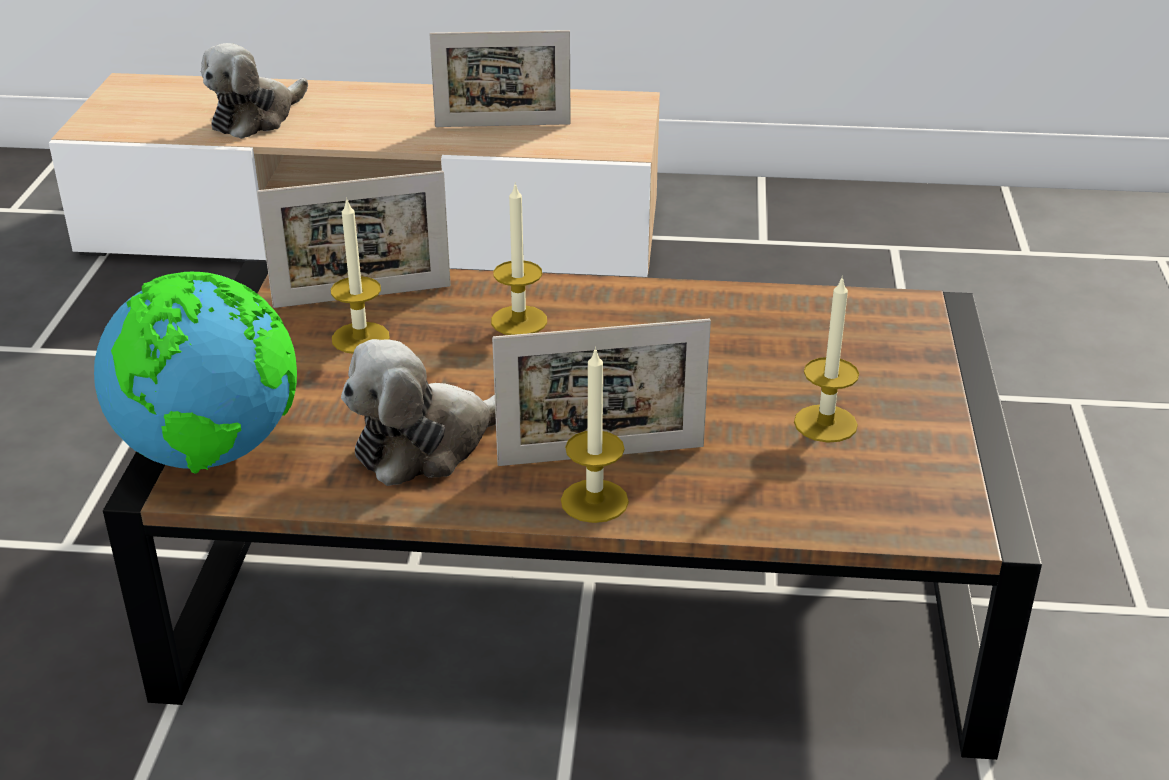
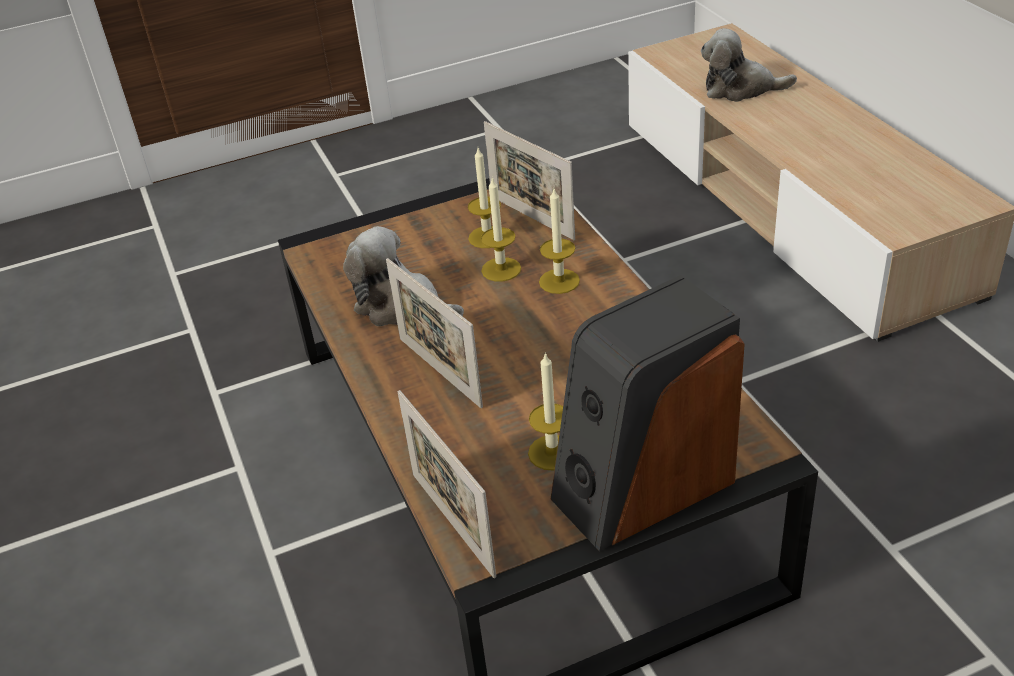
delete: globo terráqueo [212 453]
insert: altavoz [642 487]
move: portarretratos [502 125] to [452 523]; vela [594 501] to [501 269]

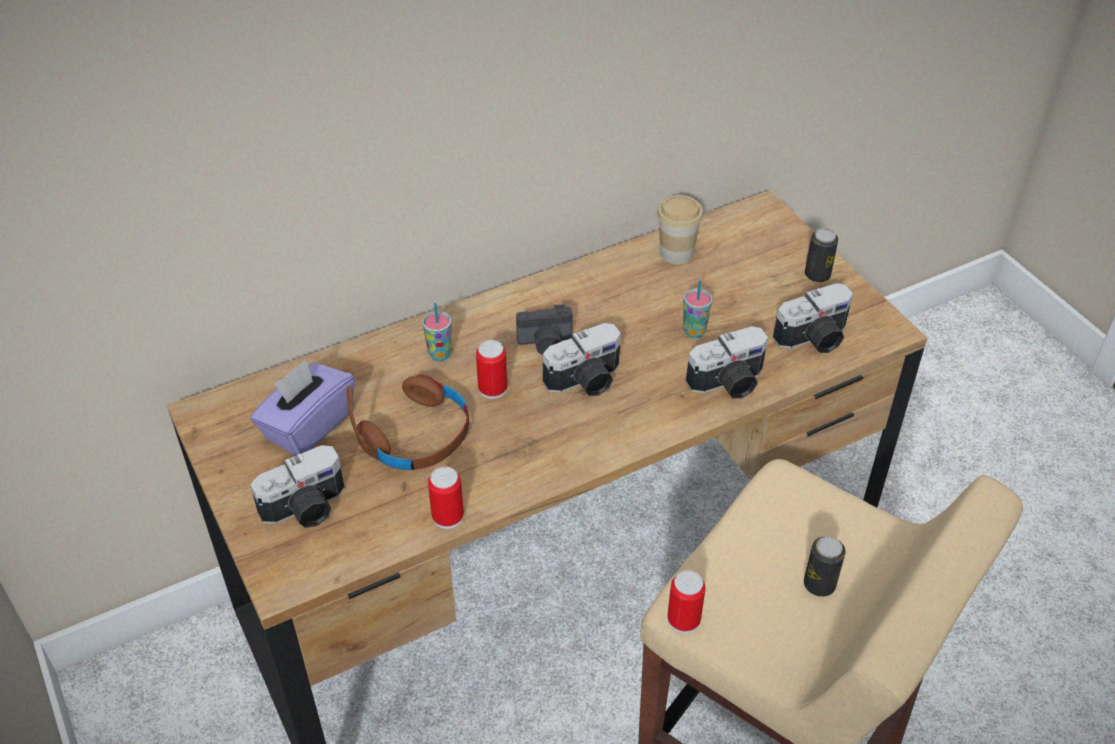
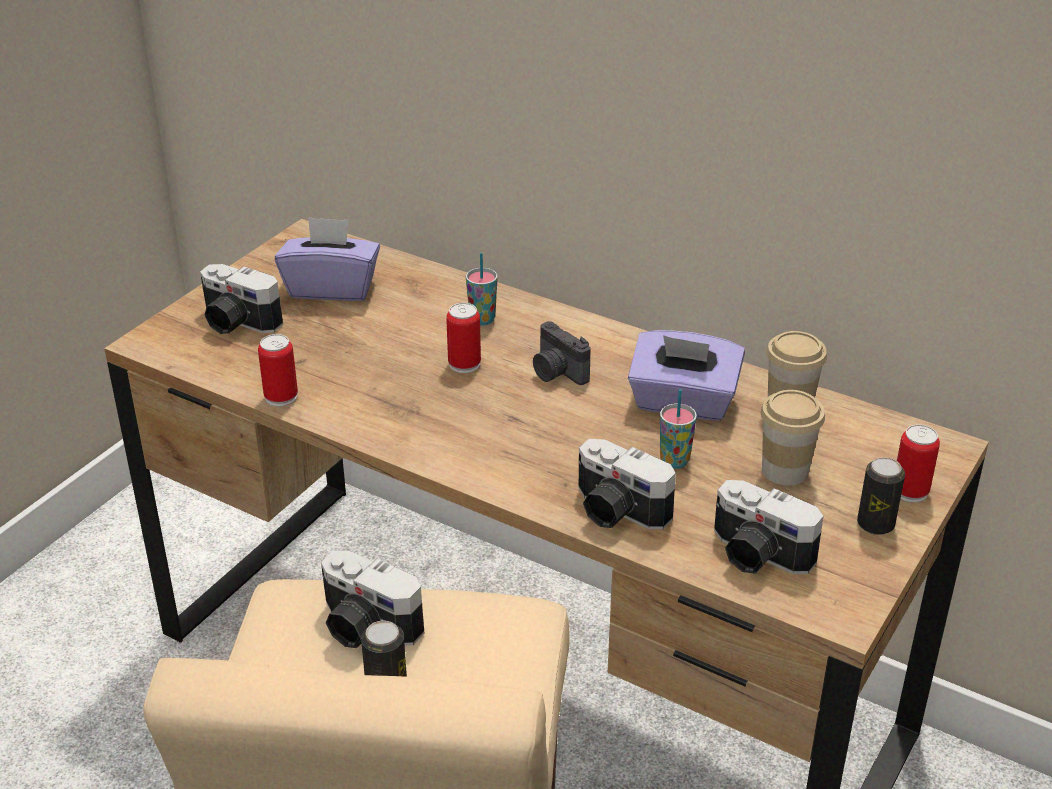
delete: auriculares [marrón] [418 436]
insert: caja de pañuelos [morado] [683 403]; taza [785 470]
move: cámara [586 381] to [365 627]; lata [683 620] to [910 491]

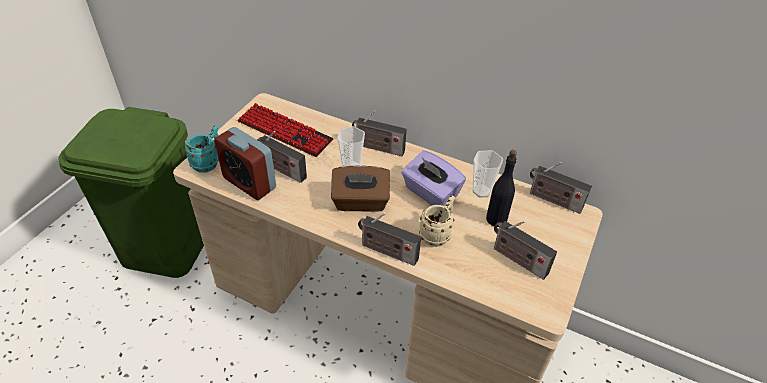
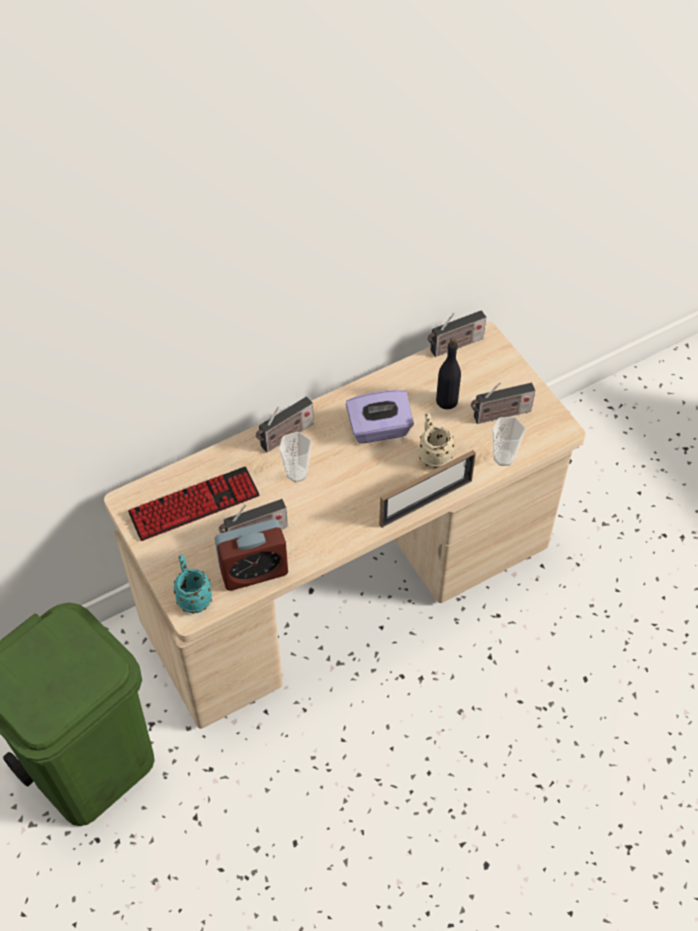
delete: caja de pañuelos [marrón] [360 202]
move: taza [481 191] to [504 458]
replace: radio [387 251] to portarretratos [426 502]

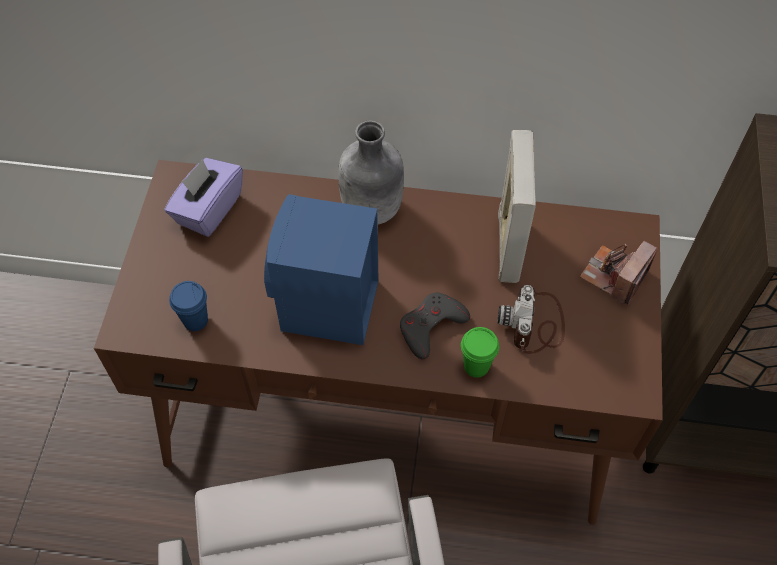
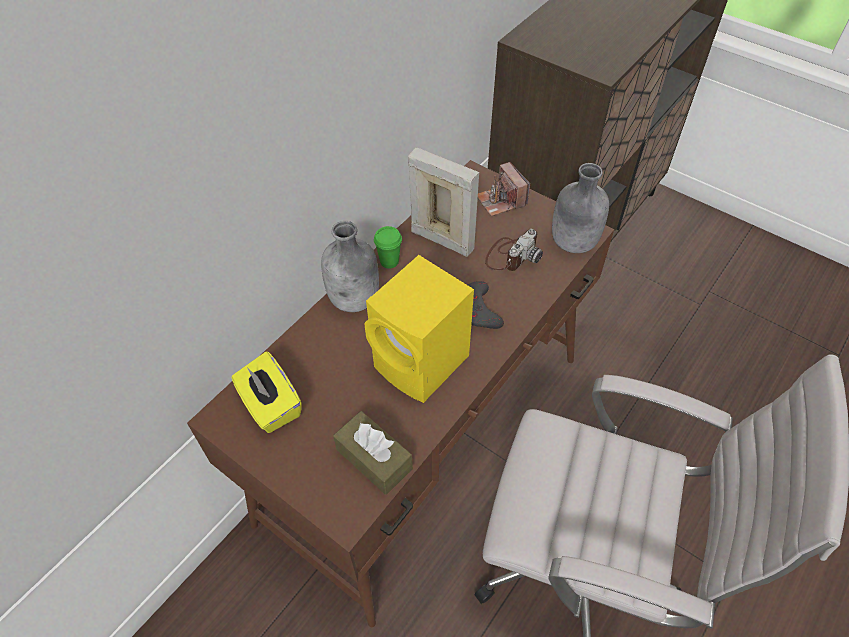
insert: botella [gris] [572 243]
move: taza [verde] [476 366] to [389 261]
replace: taza [azul] [195 320] to caja de pañuelos [marrón] [374 459]
recolor: caja de pañuelos [morado] [208 209] to caja de pañuelos [amarillo] [271 405]; altavoz [azul] [327 309] to altavoz [amarillo] [423 364]
rotate: cámara [535 324] = [511 255] 90 degrees counterclockwise

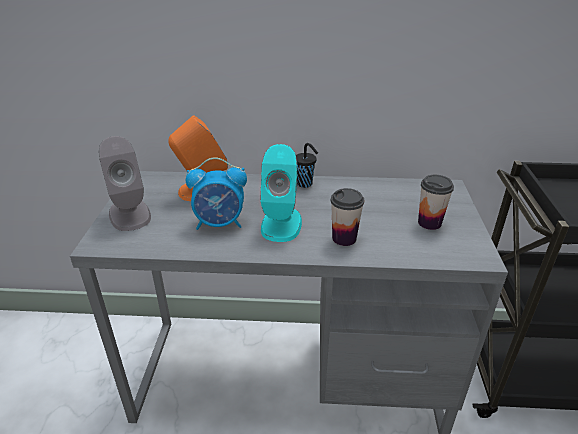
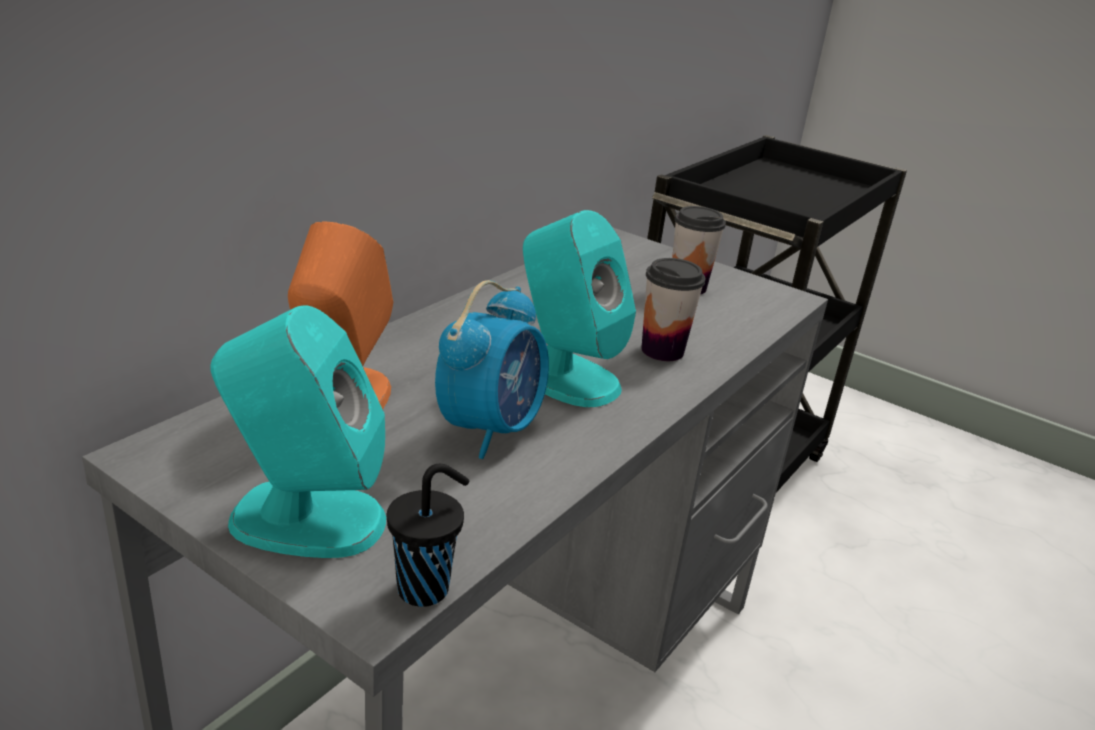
move: taza [negro] [305 184] to [426 588]
recolor: altavoz [gris] [129 214] to altavoz [turquesa] [305 519]

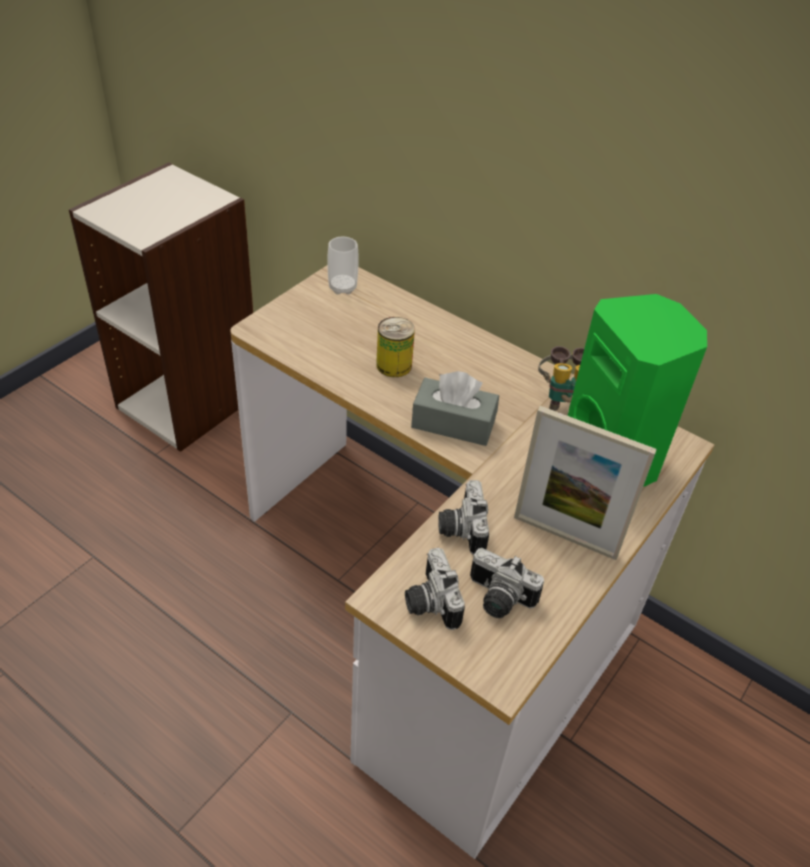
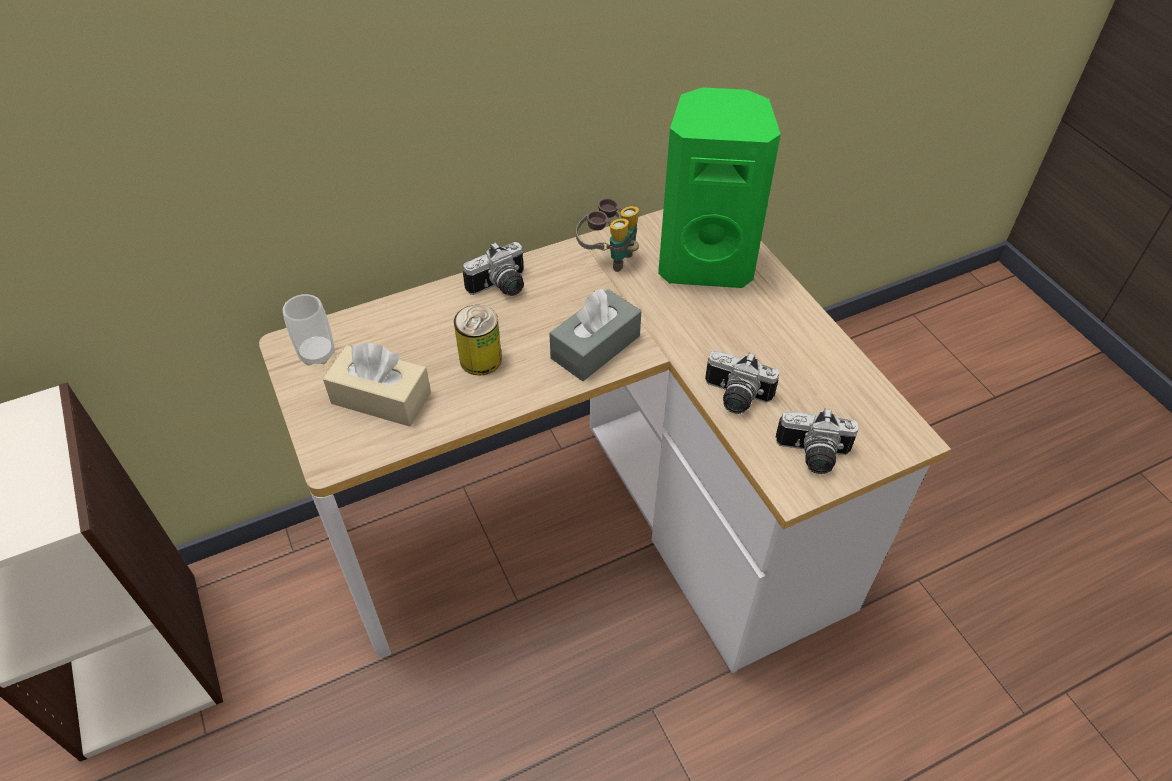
delete: portarretratos [565 536]
insert: caja de pañuelos [beis] [381 398]
move: cámara [497 599] to [501 287]

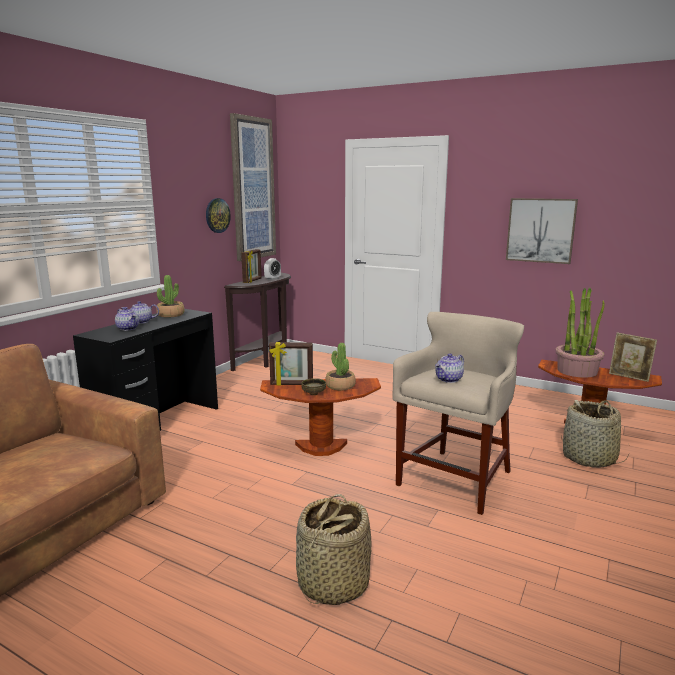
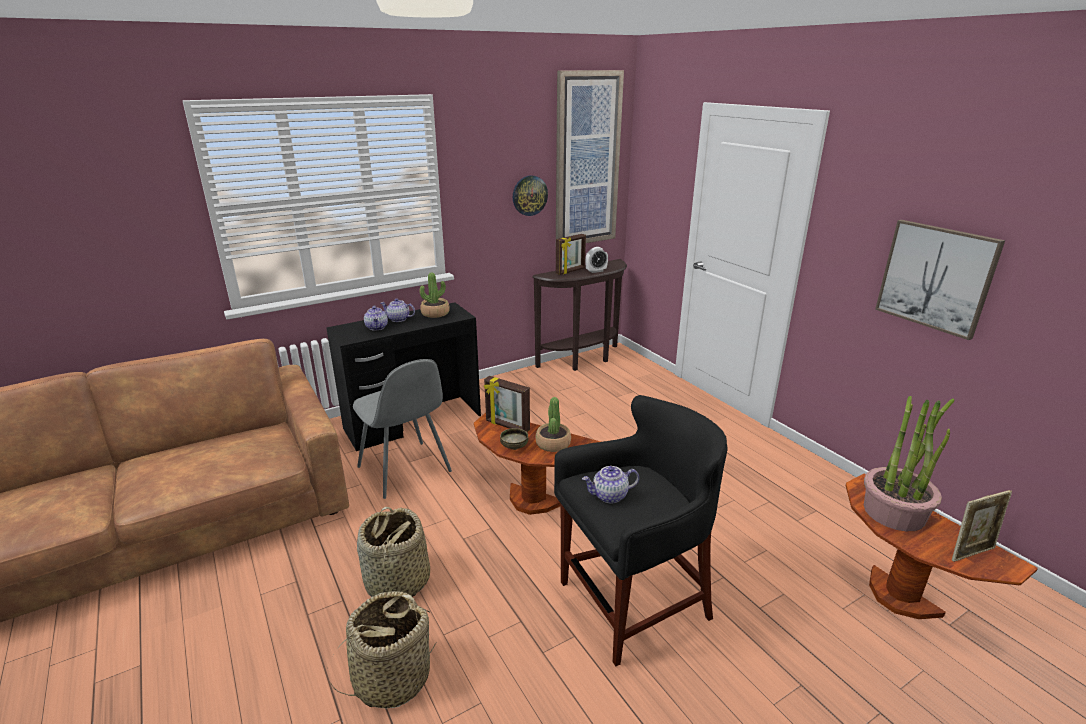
insert: silla [gris] [405 470]
move: cesta [589 458] to [397 582]
recolor: taburete [beis] [455 480] to taburete [negro] [633 604]
rotate: portarretratos [629 377] = [971 552] 90 degrees counterclockwise

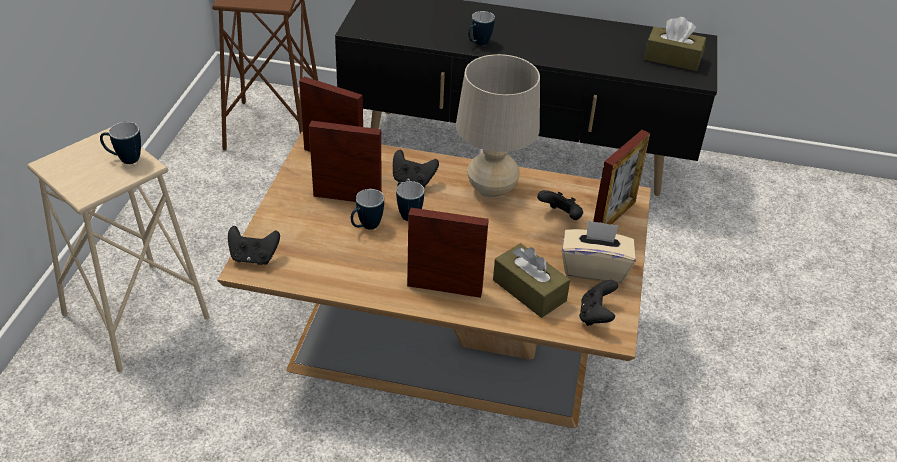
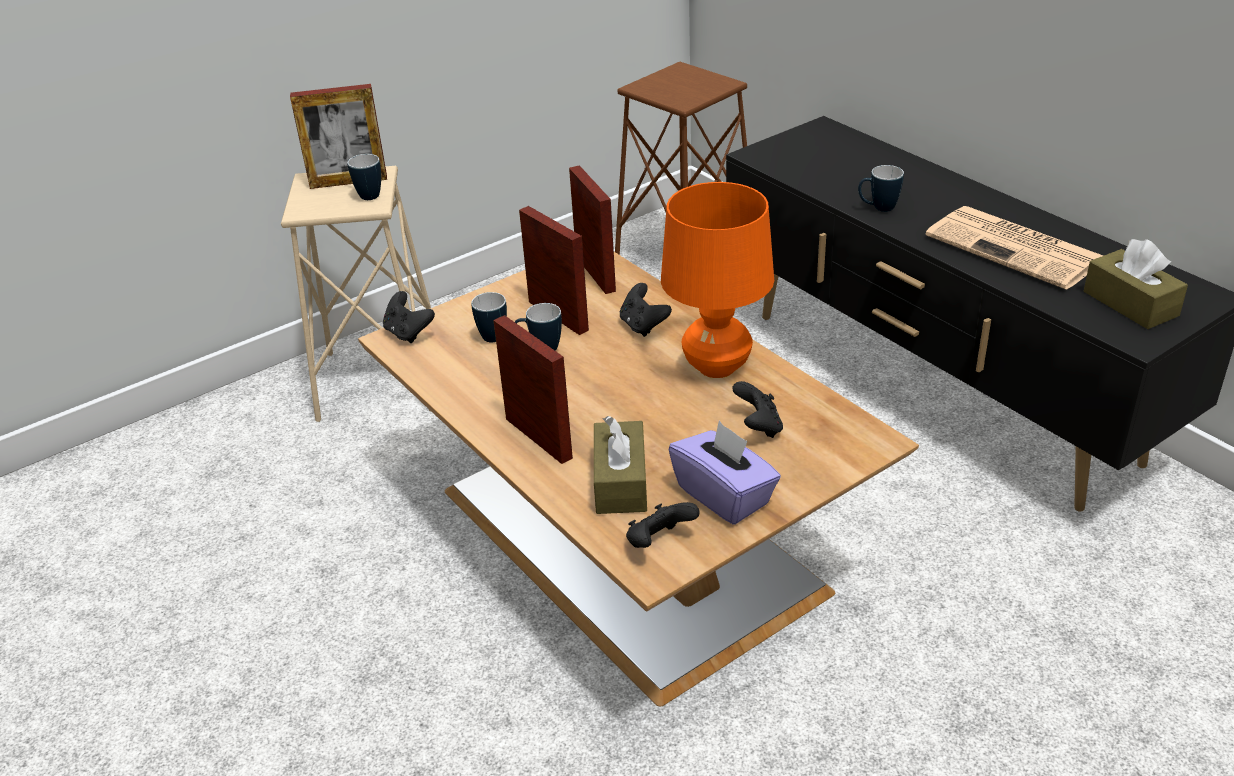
insert: periódico [1017 249]
move: portarretratos [613 216] to [348 182]; taza grande [407 213] to [494 333]
recolor: lámpara de mesa [beis] [492 189] to lámpara de mesa [naranja] [717 367]; caja de pañuelos [beis] [594 268] to caja de pañuelos [morado] [724 495]

